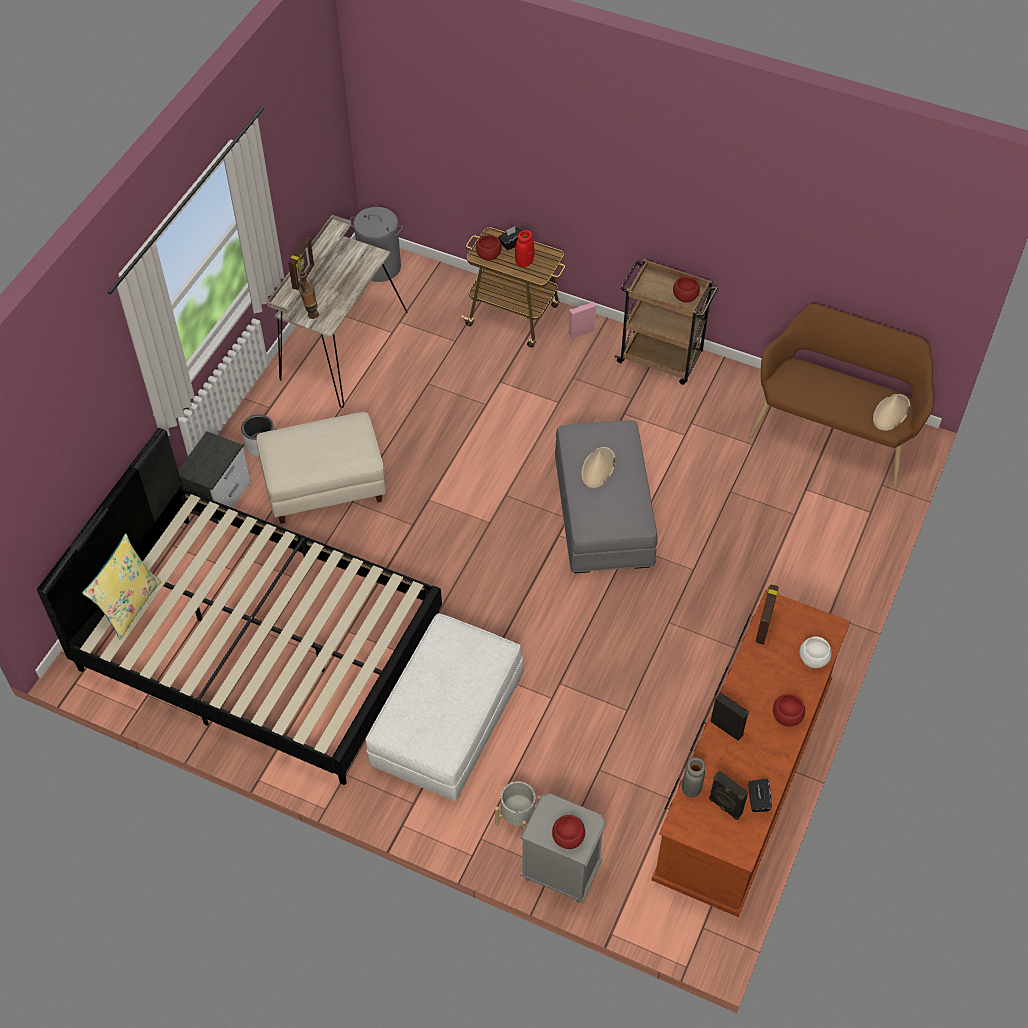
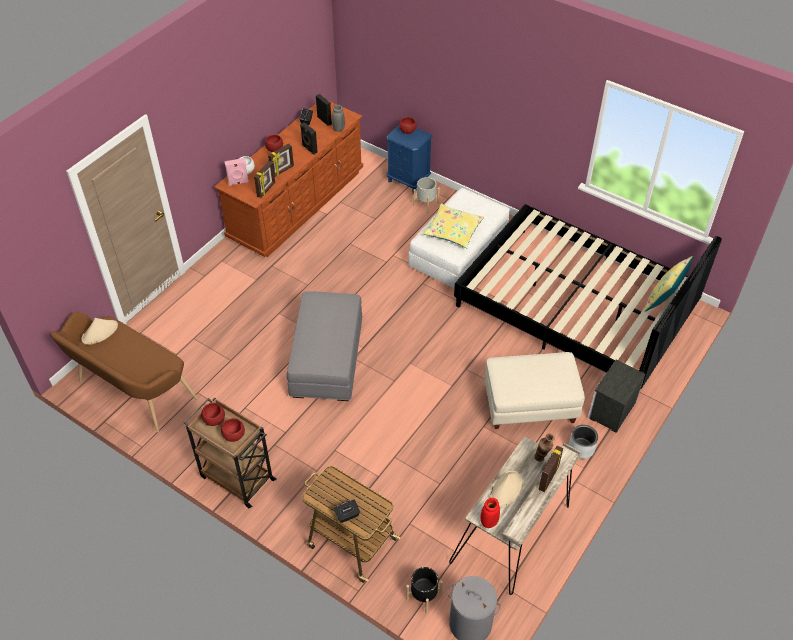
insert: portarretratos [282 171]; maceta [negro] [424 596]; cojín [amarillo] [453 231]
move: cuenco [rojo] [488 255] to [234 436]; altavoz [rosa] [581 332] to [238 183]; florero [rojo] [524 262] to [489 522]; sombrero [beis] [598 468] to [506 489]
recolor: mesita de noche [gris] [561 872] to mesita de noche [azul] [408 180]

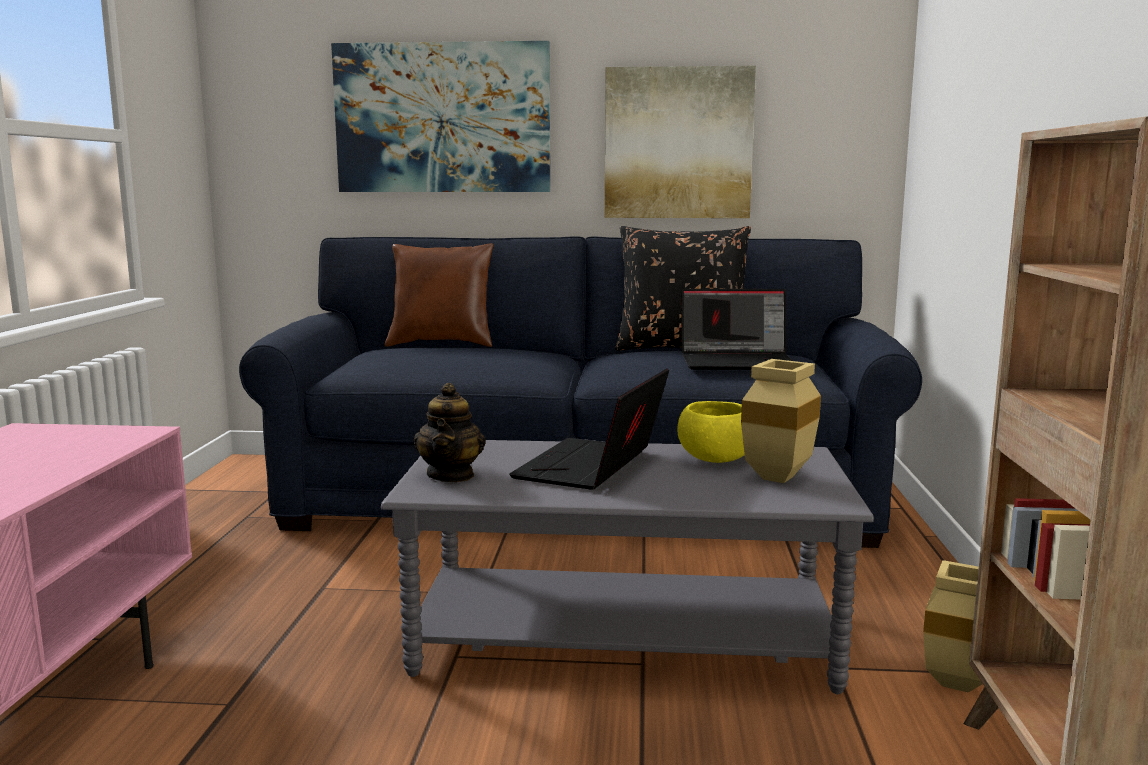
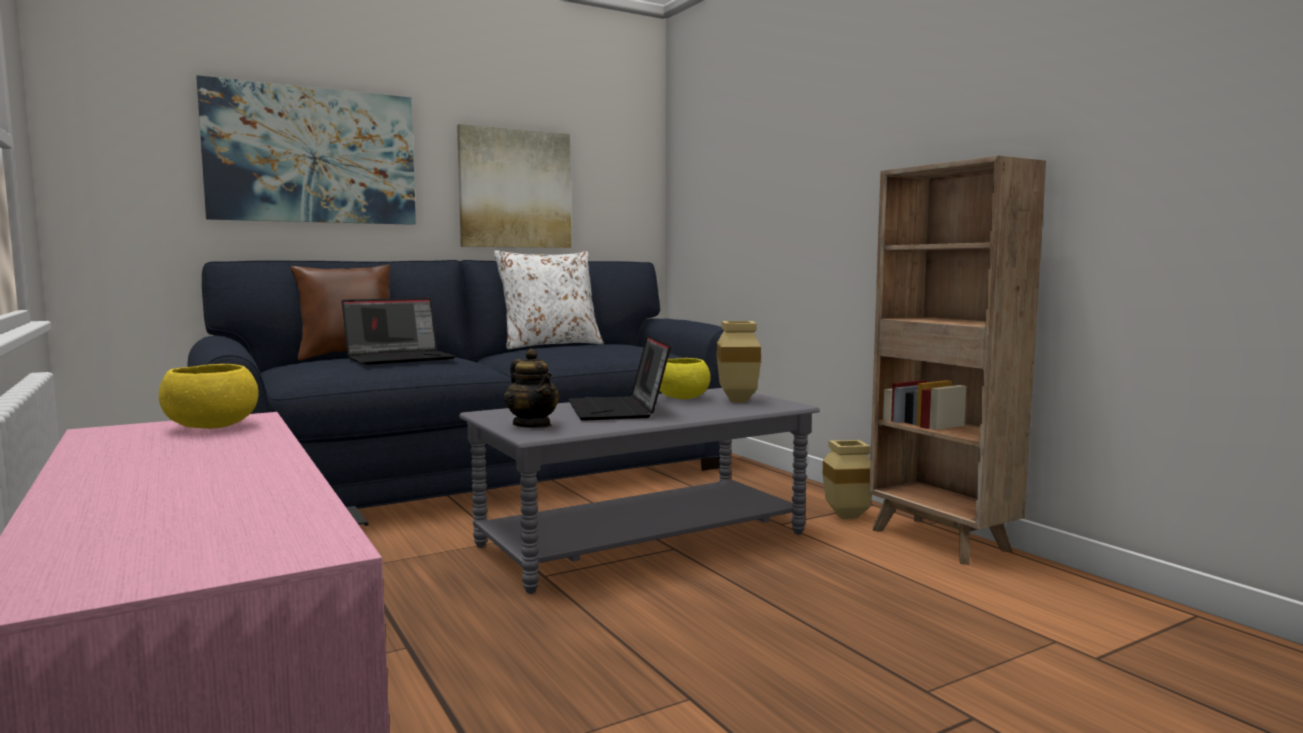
insert: cuenco [amarillo] [211 427]
move: portátil [738 362] to [401 358]
recolor: cojín [negro] [681 347] to cojín [blanco] [550 345]

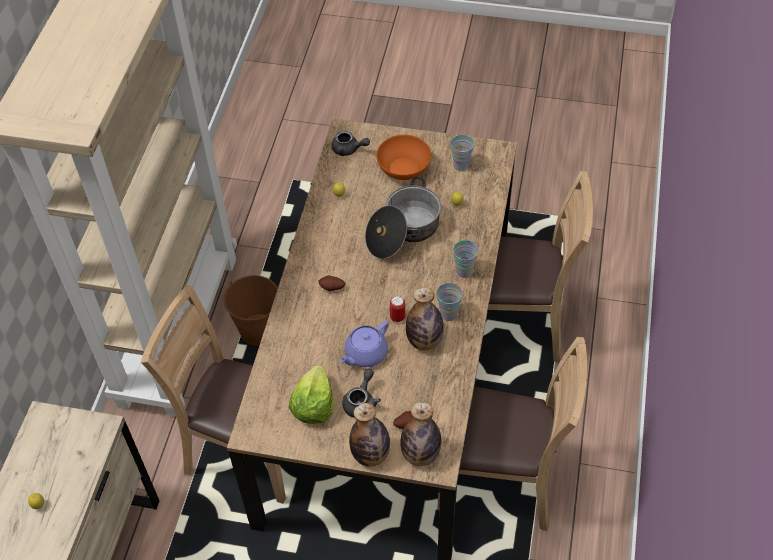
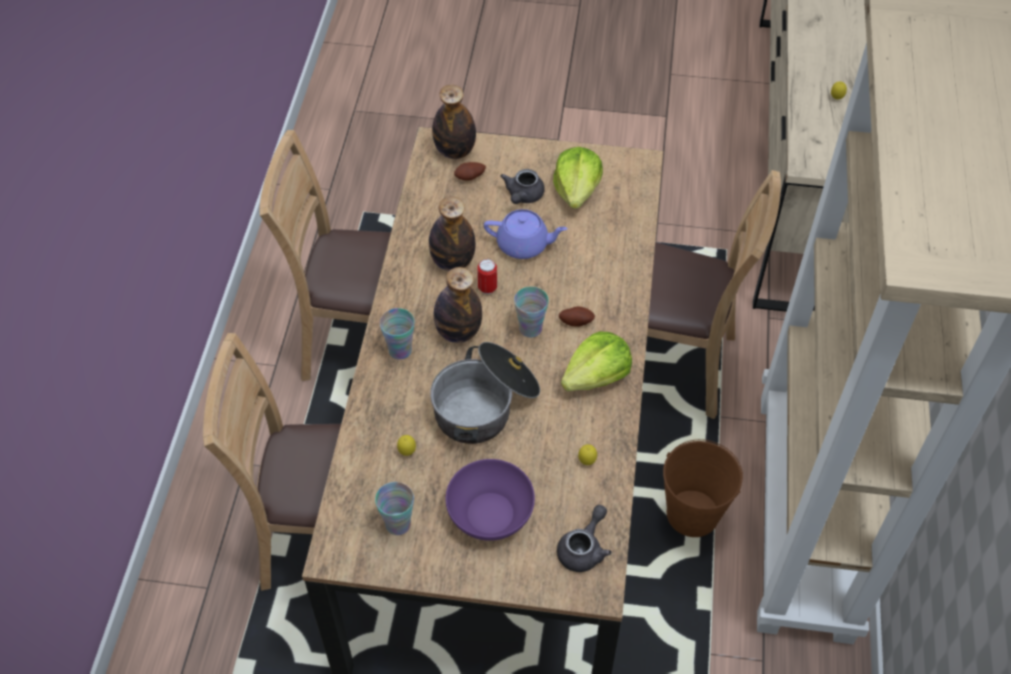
insert: lechuga [596 377]
move: botella [370 455] to [458 332]; taza [448 314] to [530 328]
recolor: cuenco [naranja] [404 169] to cuenco [morado] [490 514]
rotate: tetera [morado] [365 354] = [524 245] 60 degrees clockwise; tetera [gris] [348 149] = [584 549] 105 degrees clockwise

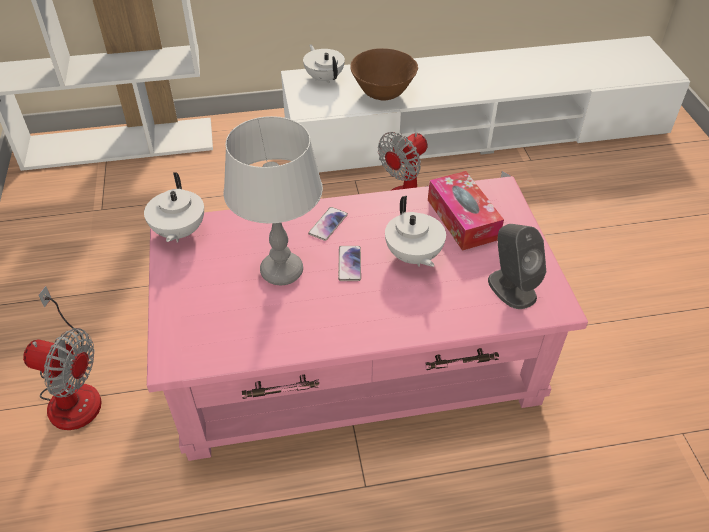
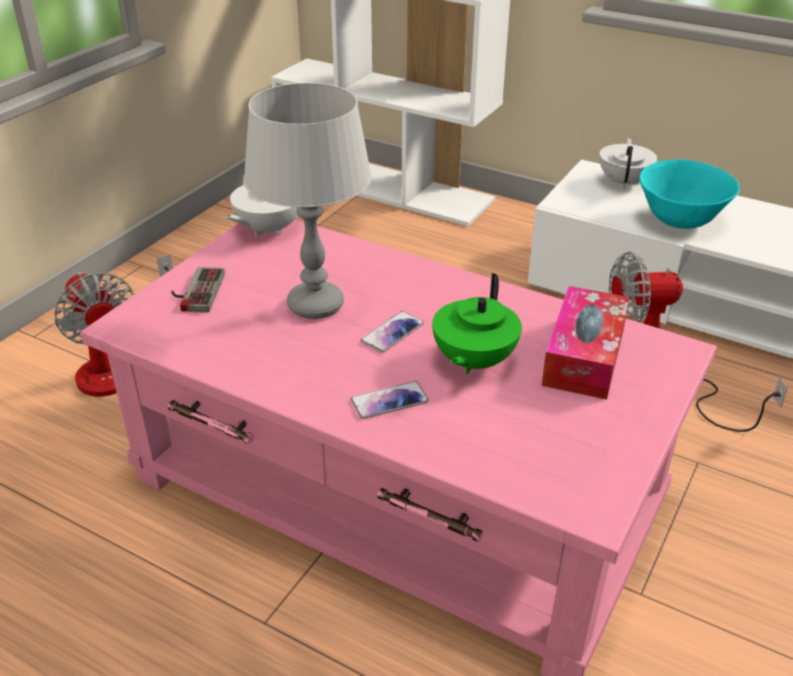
delete: altavoz [gris] [511 288]
insert: mando de consola [195 291]
move: móvil [328 224] to [389 401]
recolor: tetera [blanco] [413 256] to tetera [verde] [472 361]; cuenco [marrón] [383 93] to cuenco [turquesa] [680 221]

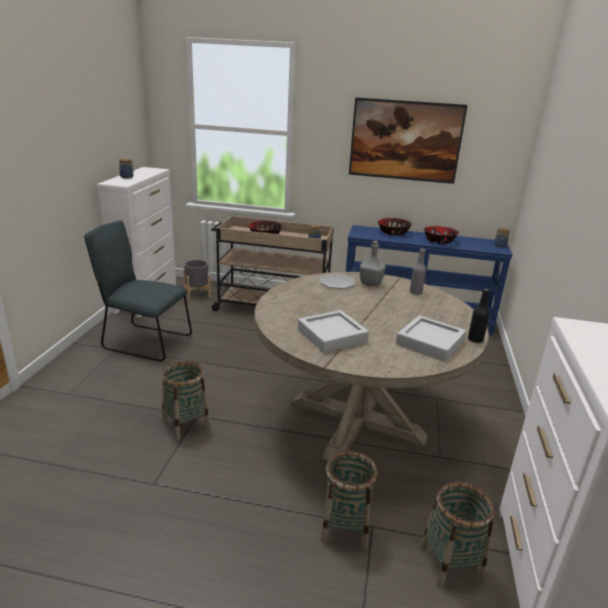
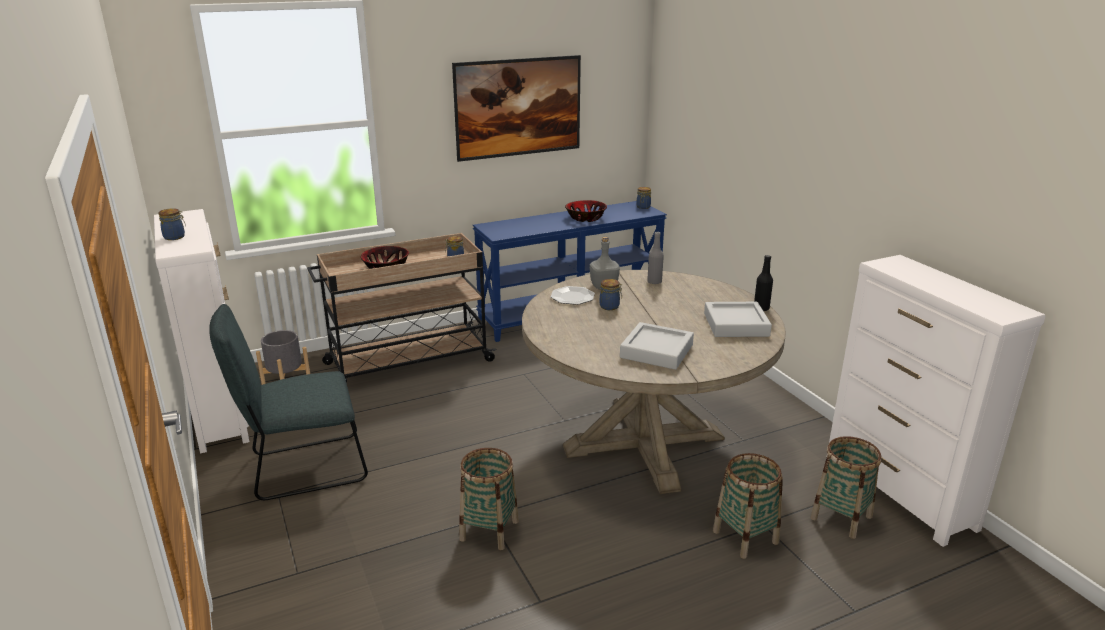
delete: cuenco [393 232]
insert: tarro [610 307]

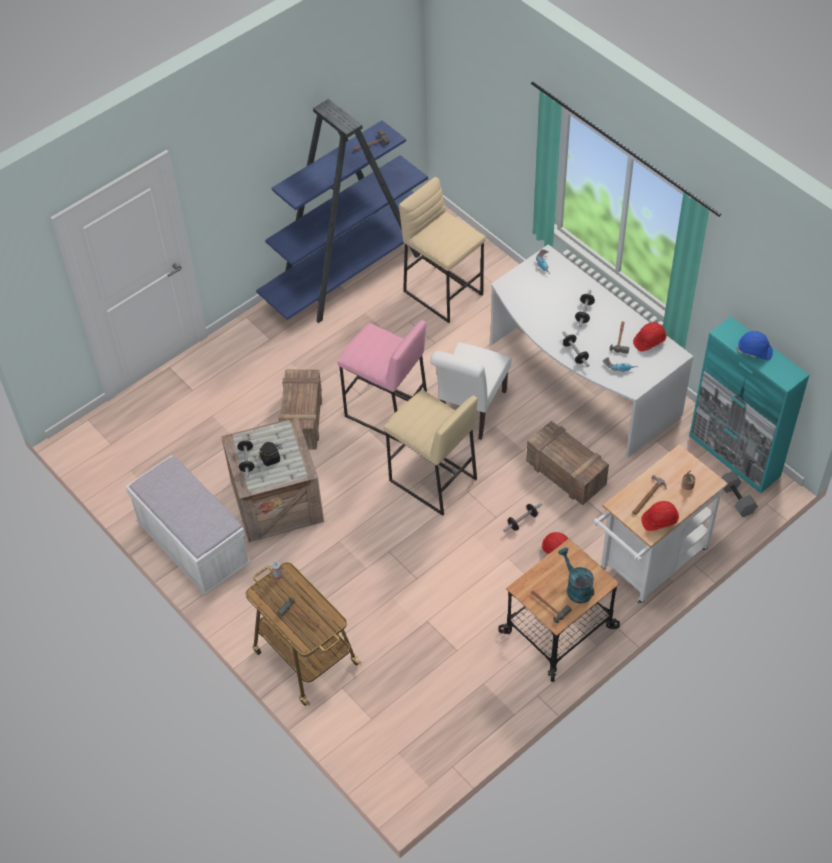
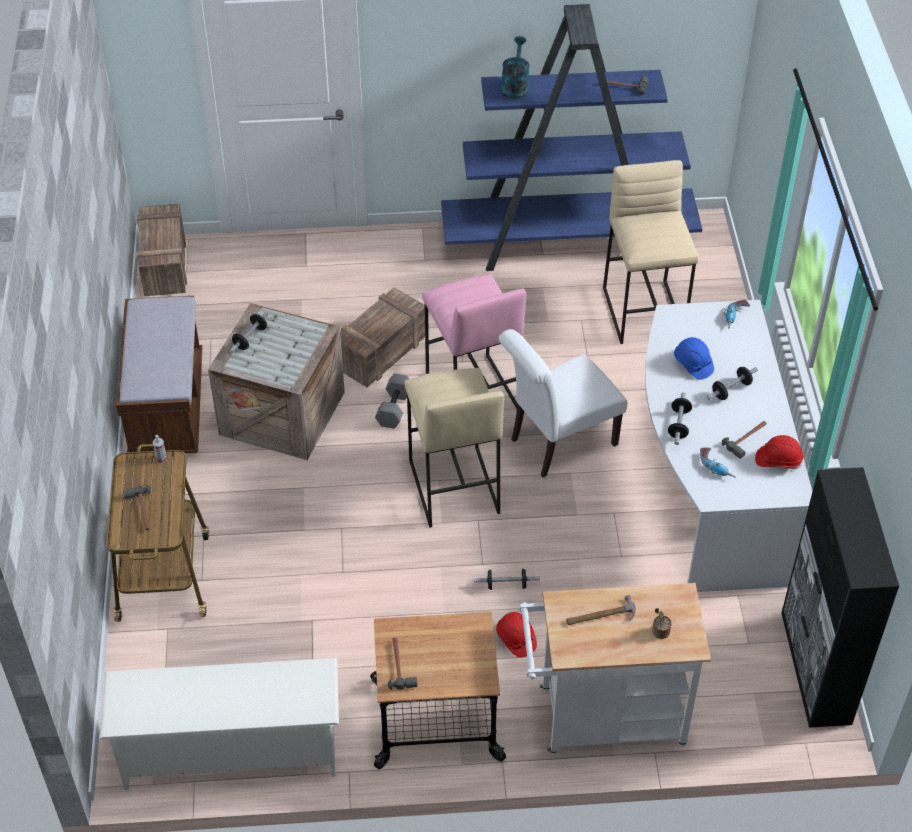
delete: tarro [negro] [270 458]; casco [rojo] [659 520]
insert: zapatero [blanco] [230 751]
move: caja de embalaje [564 472] to [164 264]; mancuerna [gris] [737 499] to [395 409]; regadera [turquesa] [576 588] to [515 86]; casco [azul] [754 351] to [692 364]
recolor: banco [blanco] [193 545] to banco [marrón] [167 406]; armario [turquesa] [734 456] to armario [negro] [815 668]

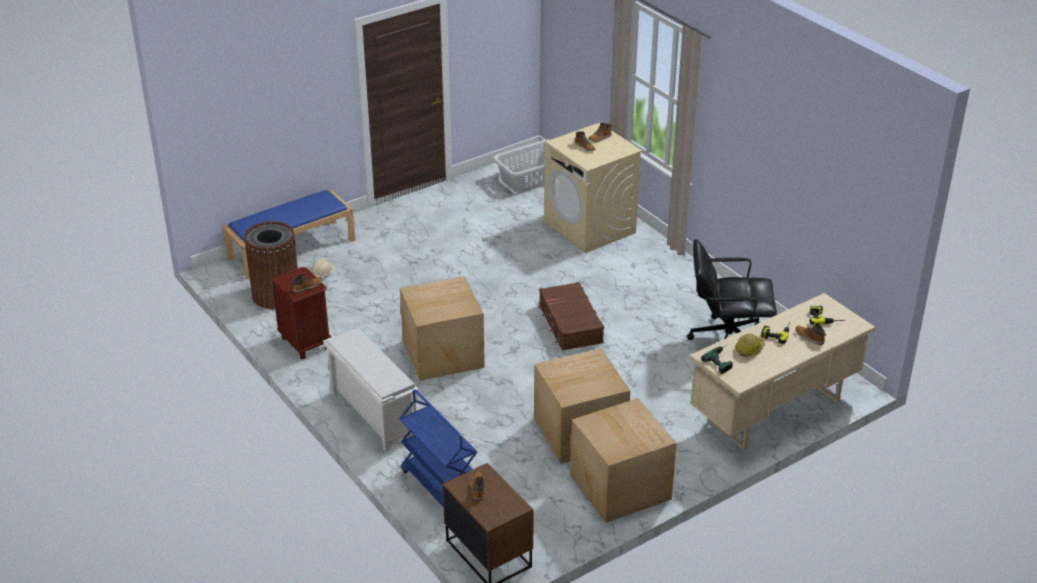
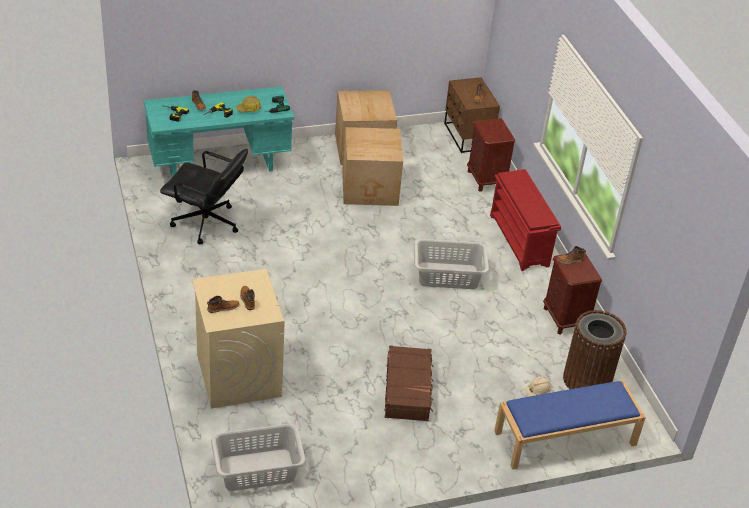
move: maleta [marrón] [570 324] to [408 390]
replace: caja de cartón [441 353] to cesto de la ropa [gris] [448 276]; carrito [azul] [439 487] to mesita de noche [marrón] [485 179]
recolor: escritorio [beis] [774 411] to escritorio [turquesa] [220 164]; zapatero [blanco] [372 414] to zapatero [rojo] [520 241]

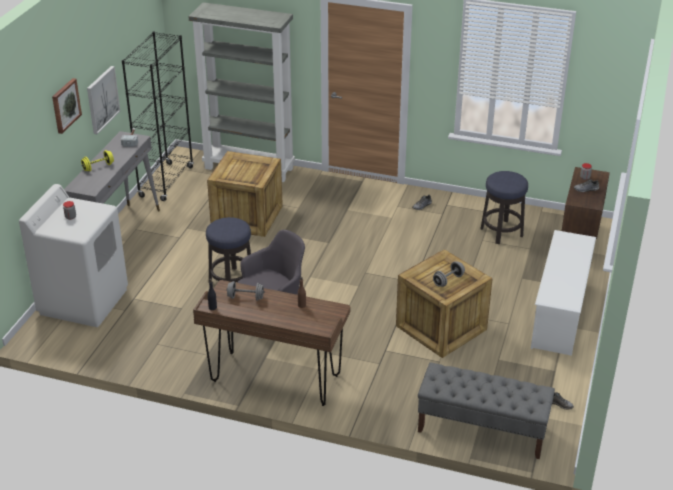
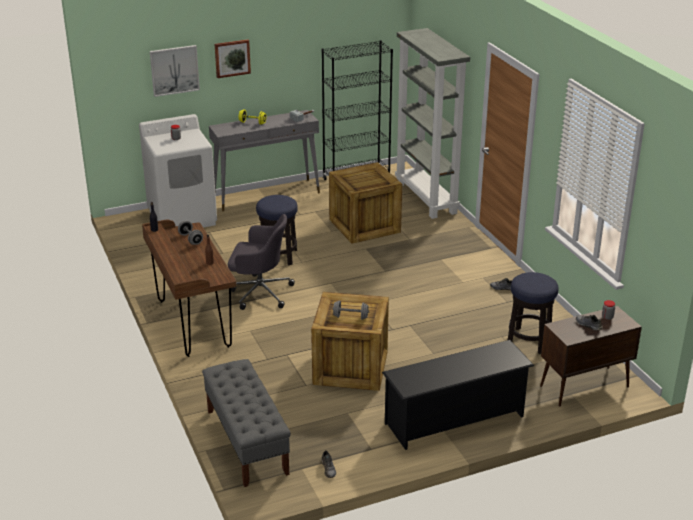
move: cuadro [102 99] to [174 70]
recolor: zapatero [blanco] [559 314] to zapatero [negro] [455 420]

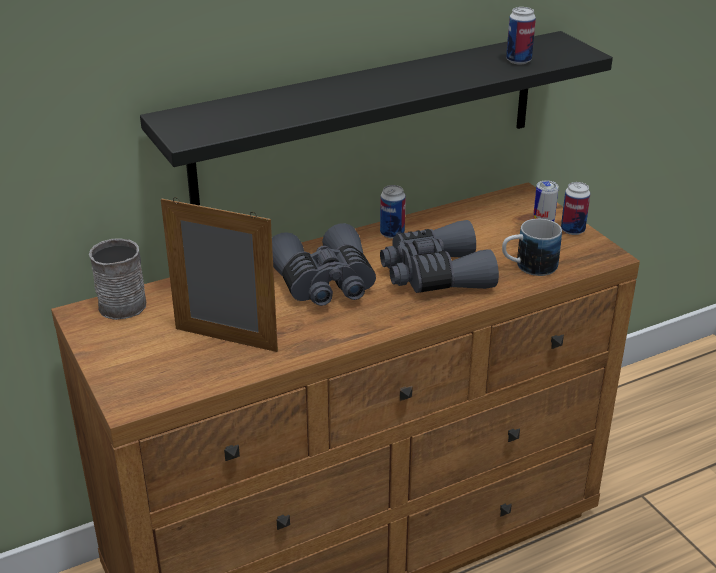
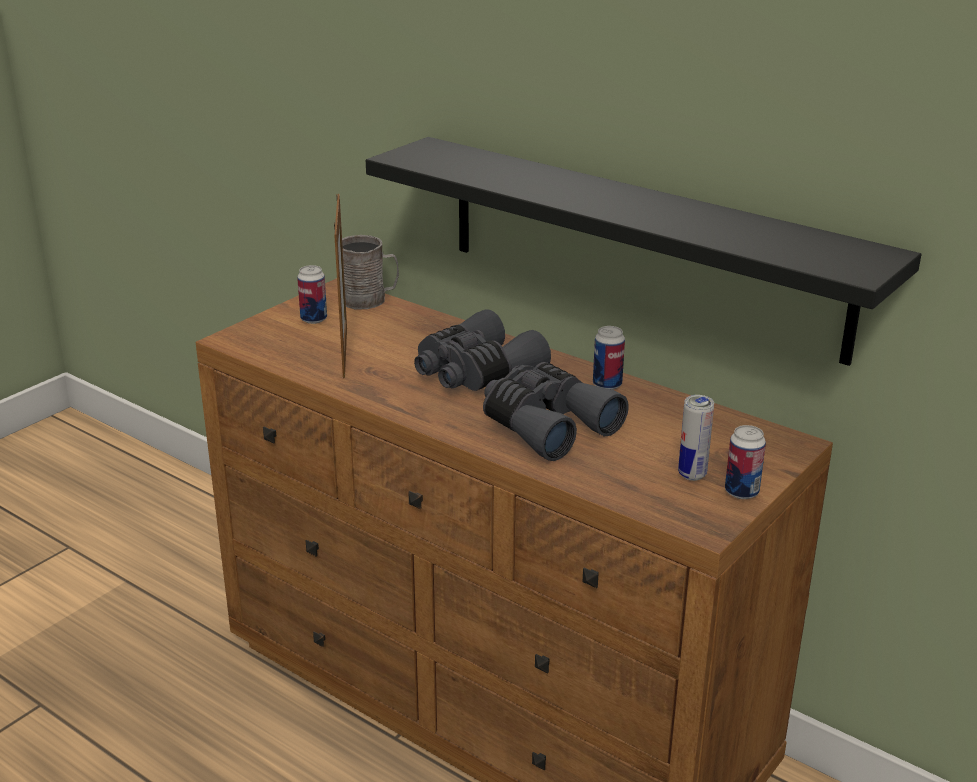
delete: taza grande [528 267]
move: lata [518 60] to [314 319]

